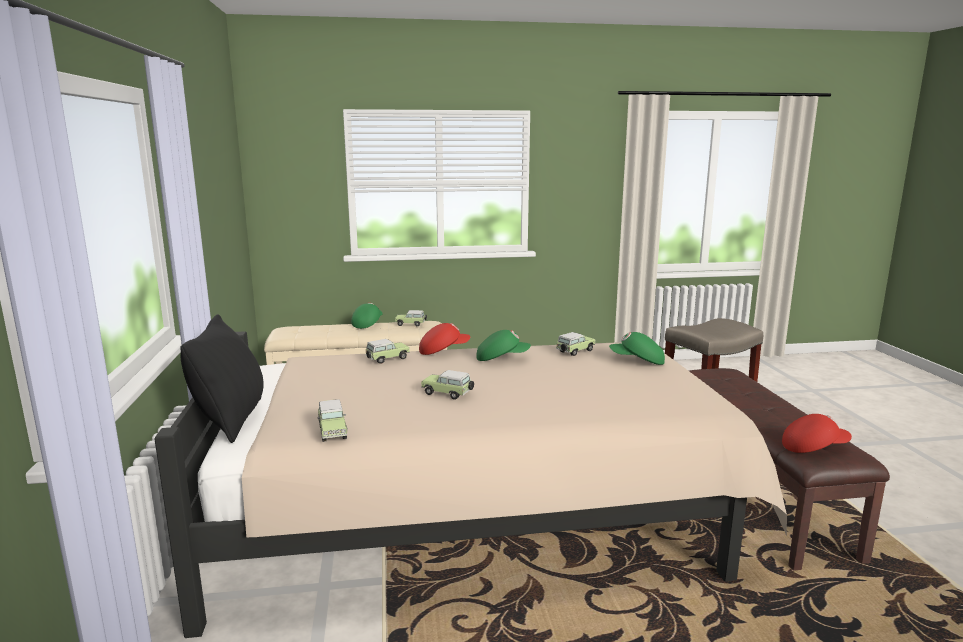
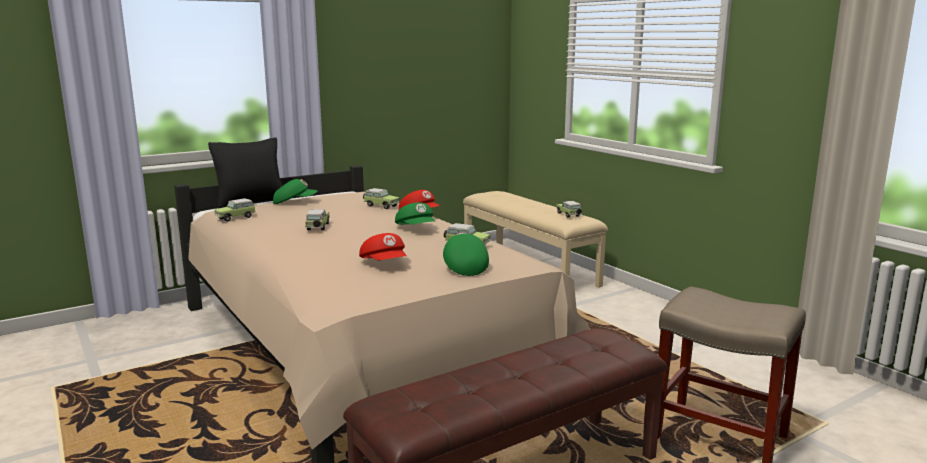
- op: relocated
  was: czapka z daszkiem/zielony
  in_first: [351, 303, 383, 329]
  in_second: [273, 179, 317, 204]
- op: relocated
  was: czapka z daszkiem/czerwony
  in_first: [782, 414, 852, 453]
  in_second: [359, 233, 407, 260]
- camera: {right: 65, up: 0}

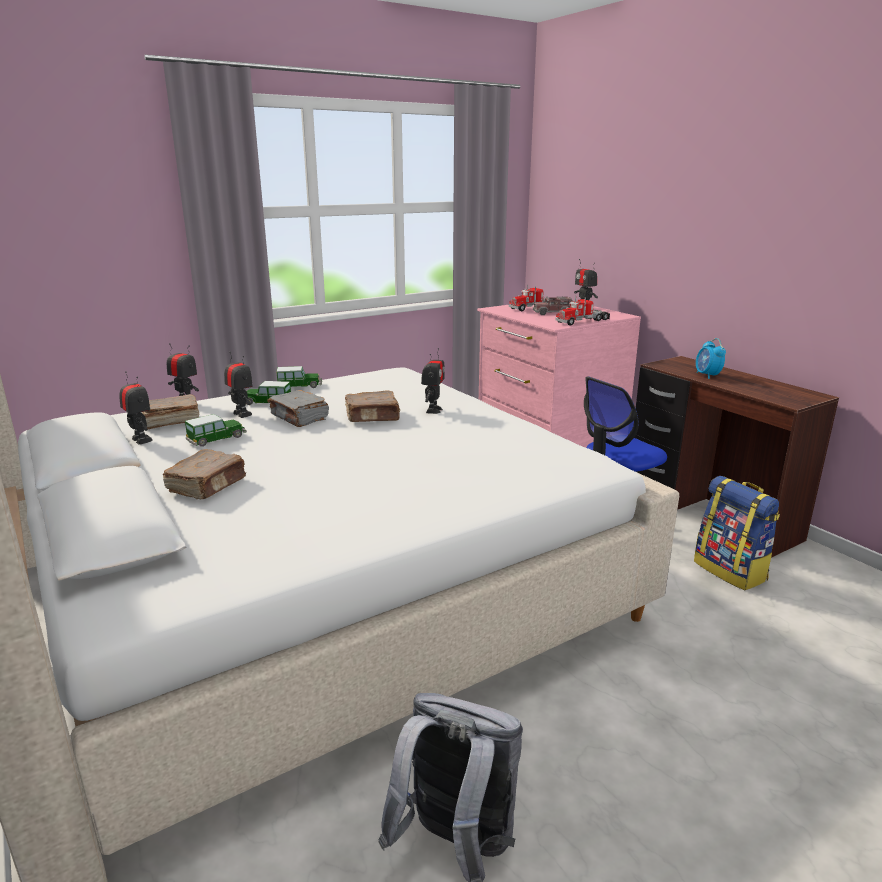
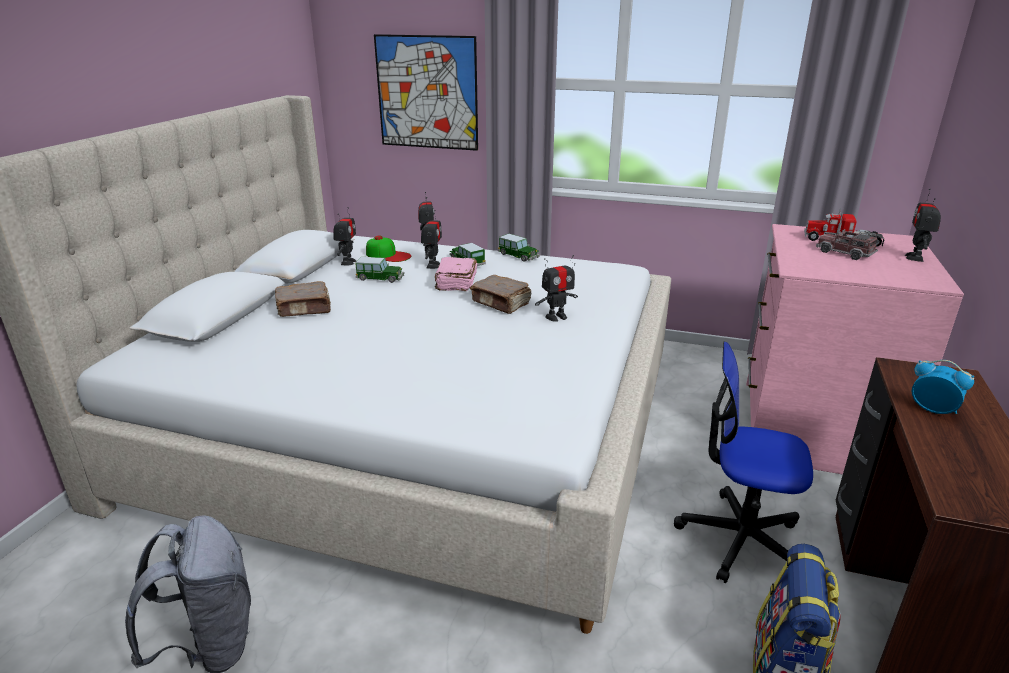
- op: exchanged
  was: książka/brązowy
  now: czapka z daszkiem
  in_first: [142, 394, 199, 429]
  in_second: [366, 236, 411, 262]
- op: appeared
  now: obraz
  in_second: [374, 34, 478, 151]
- op: colour
  was: książka/szary
  now: książka/różowy
  in_first: [267, 390, 329, 427]
  in_second: [435, 257, 477, 291]
- op: spun
  was: budzik
  in_first: [696, 338, 726, 379]
  in_second: [912, 360, 974, 414]
  clockwise: 90
- op: missing
  was: ciężarówka zabawkowa
  in_first: [555, 296, 610, 326]
- camera: {right: 50, up: 5}

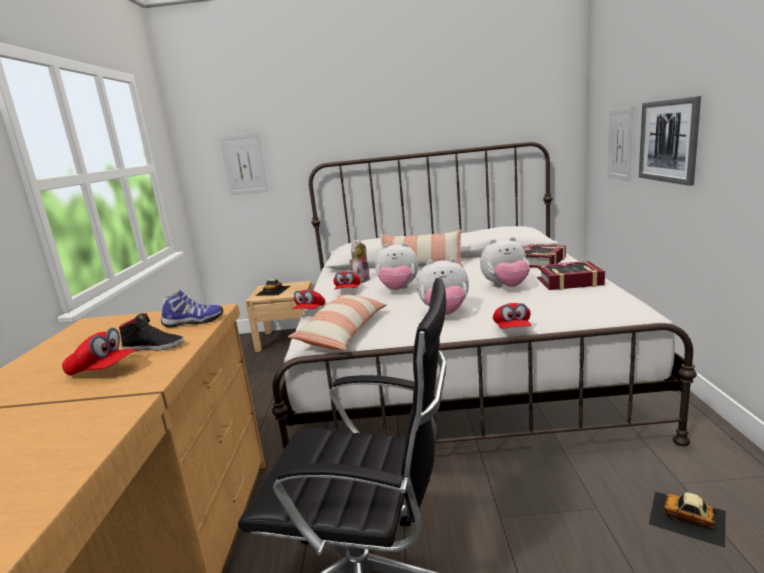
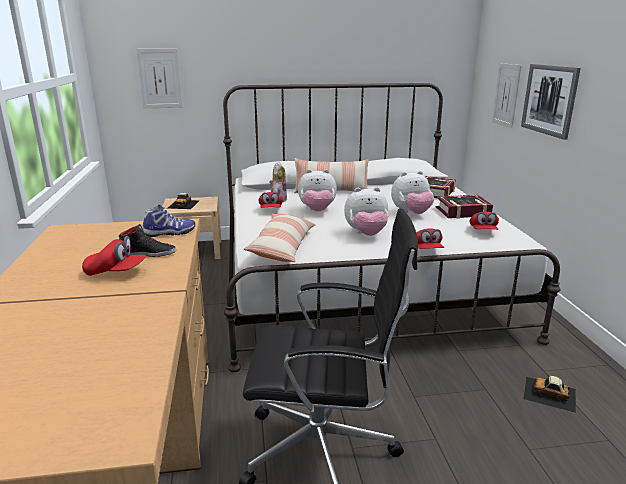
- op: relocated
  was: czapka z daszkiem/czerwony
  in_first: [292, 290, 325, 309]
  in_second: [470, 212, 499, 230]
- camera: {right: -10, up: 5}

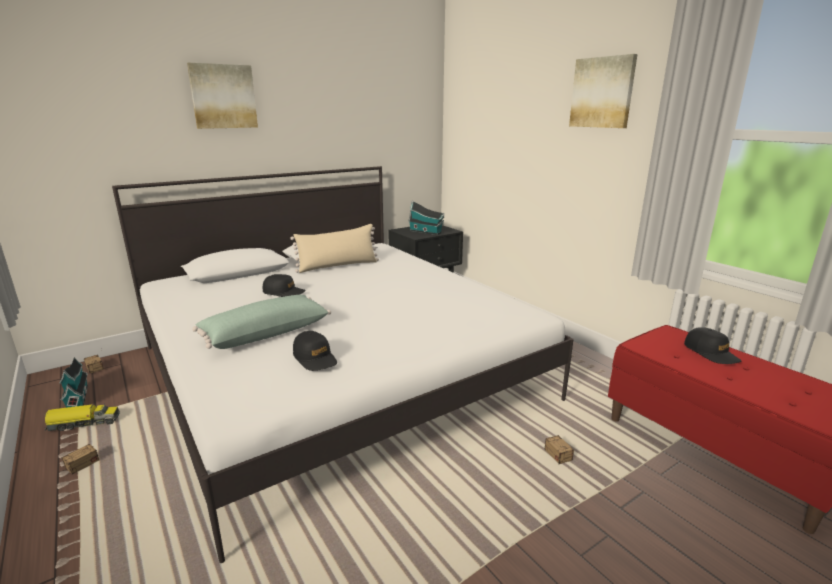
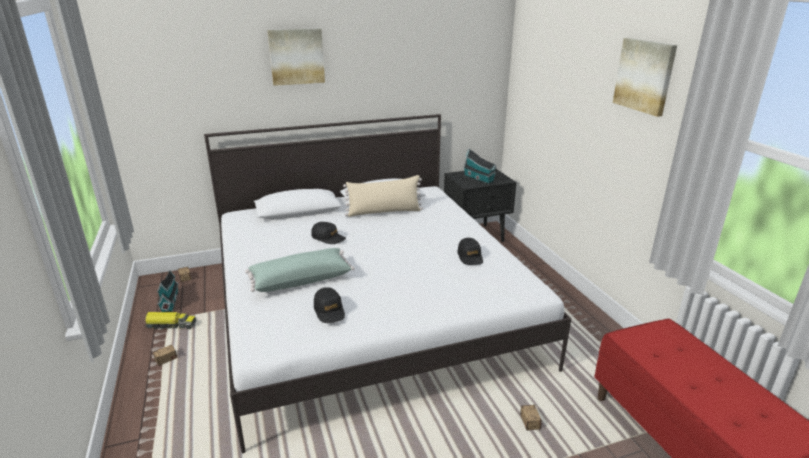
- op: relocated
  was: czapka z daszkiem/czarny
  in_first: [684, 327, 741, 364]
  in_second: [457, 238, 483, 265]
- camera: {right: 15, up: 5}

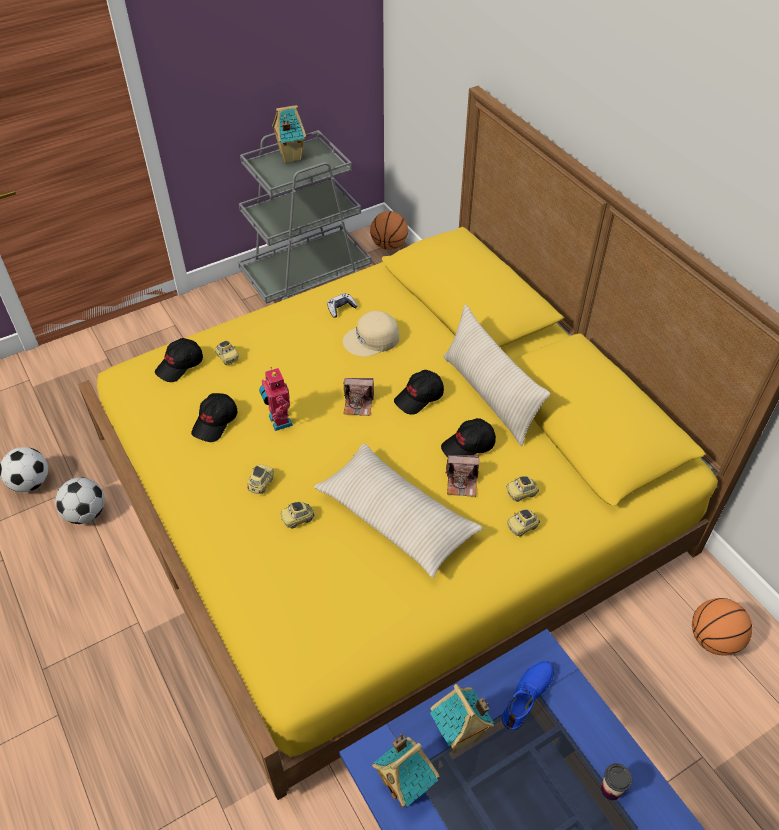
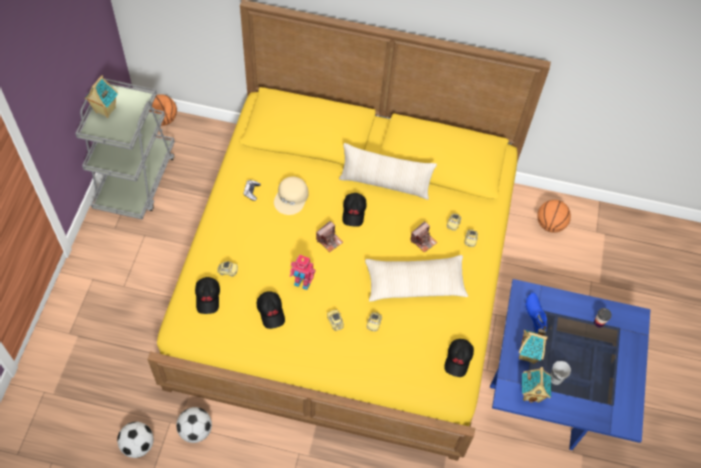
- op: relocated
  was: czapka z daszkiem/czarny
  in_first: [441, 418, 496, 458]
  in_second: [444, 339, 474, 377]
- op: appeared
  now: filiżanka
  in_second: [550, 361, 571, 385]
- camera: {right: -50, up: 10}

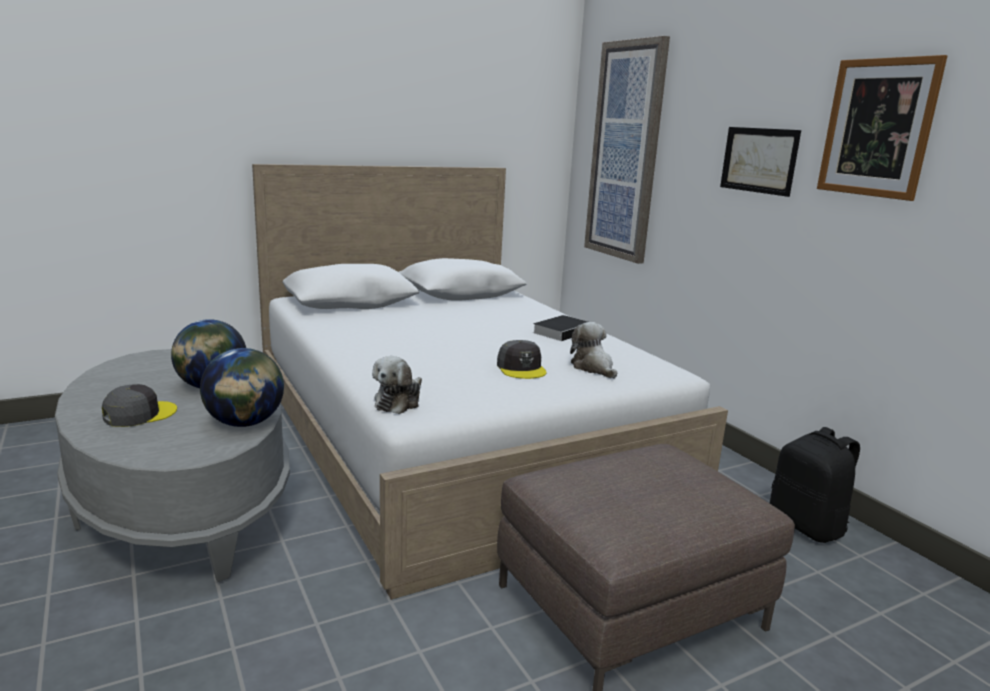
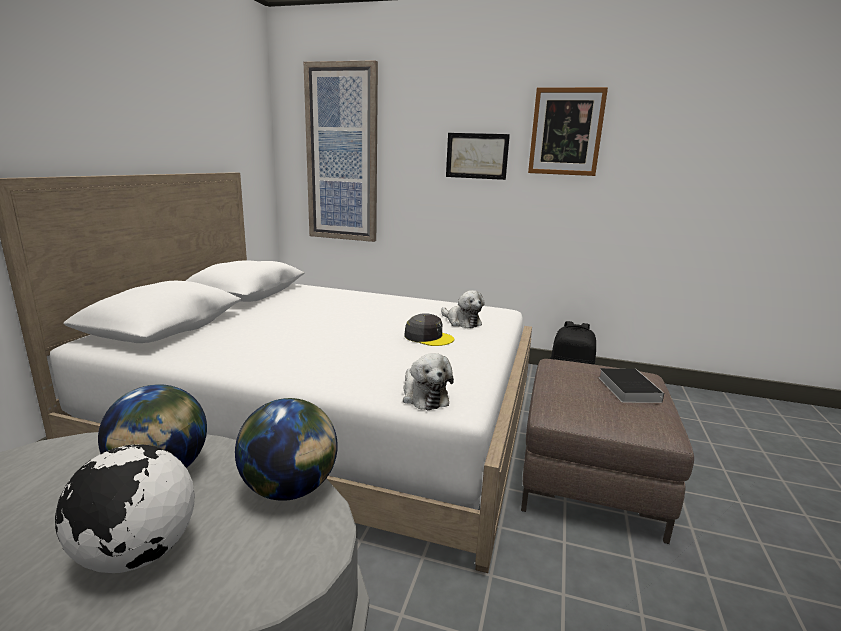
- op: exchanged
  was: czapka z daszkiem/szary
  now: globus
  in_first: [102, 384, 177, 427]
  in_second: [55, 444, 195, 573]
- op: spun
  was: pluszak
  in_first: [570, 322, 617, 379]
  in_second: [441, 290, 485, 328]
  clockwise: -150
- op: relocated
  was: książka
  in_first: [533, 315, 588, 341]
  in_second: [599, 368, 664, 403]
- camera: {right: -45, up: 0}

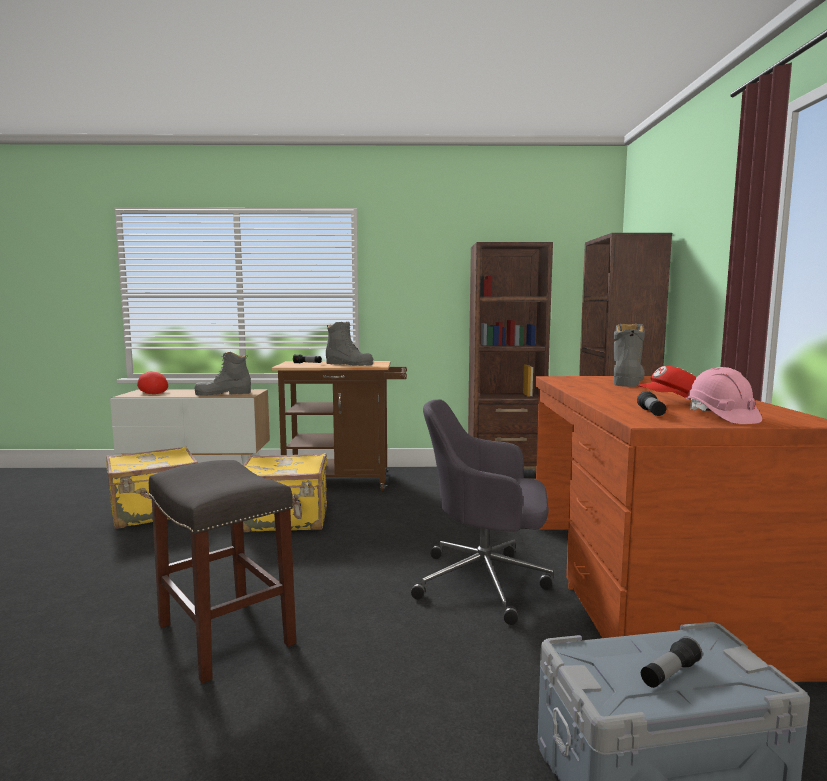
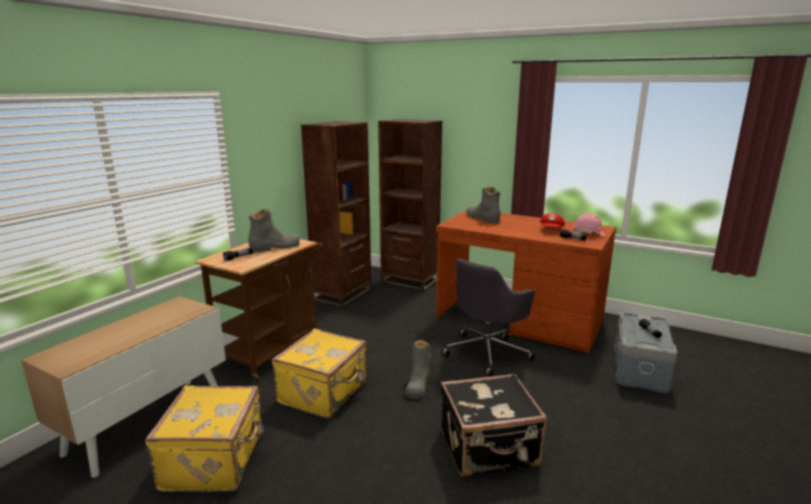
- op: relocated
  was: but z cholewką/szary
  in_first: [194, 352, 251, 395]
  in_second: [405, 340, 431, 399]
- op: exchanged
  was: stołek/szary
  now: walizka/czarny
  in_first: [148, 460, 296, 684]
  in_second: [441, 373, 547, 477]
- op: missing
  was: czapka z daszkiem/czerwony
  in_first: [137, 371, 168, 394]
- camera: {right: -60, up: 10}

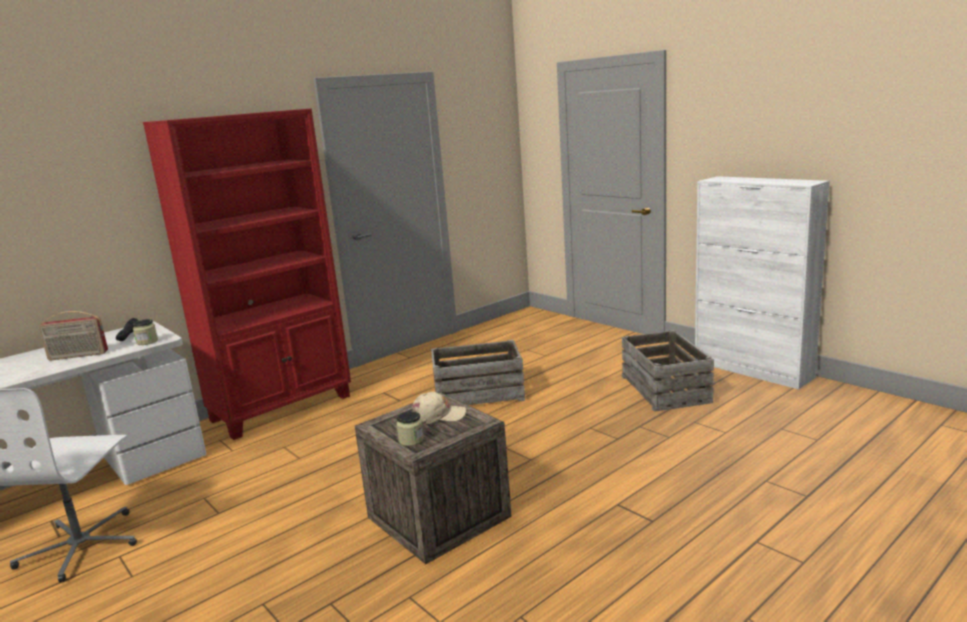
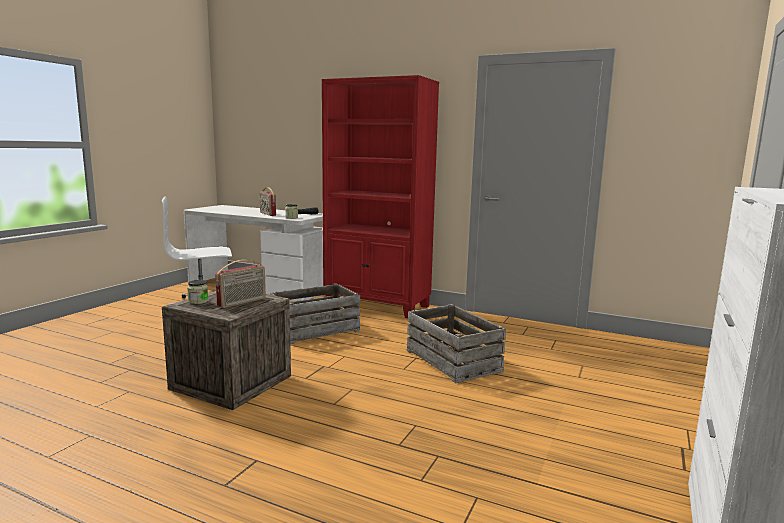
- op: exchanged
  was: czapka z daszkiem/beżowy
  now: radio
  in_first: [411, 392, 466, 424]
  in_second: [215, 260, 266, 308]
- op: relocated
  was: skrzynka
  in_first: [622, 330, 714, 412]
  in_second: [270, 284, 360, 345]
- camera: {right: 65, up: -5}

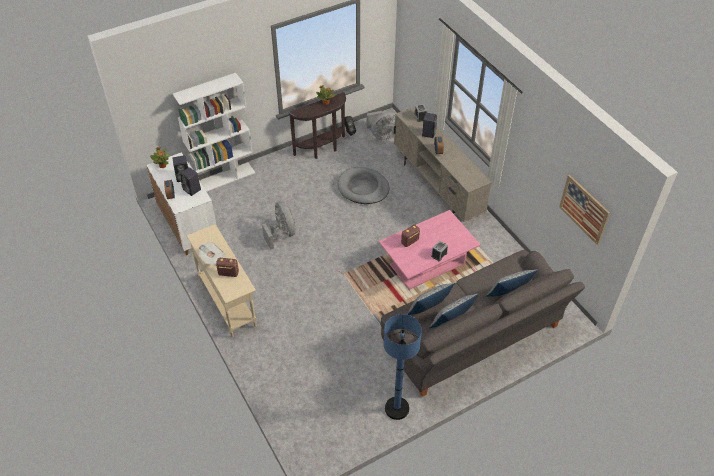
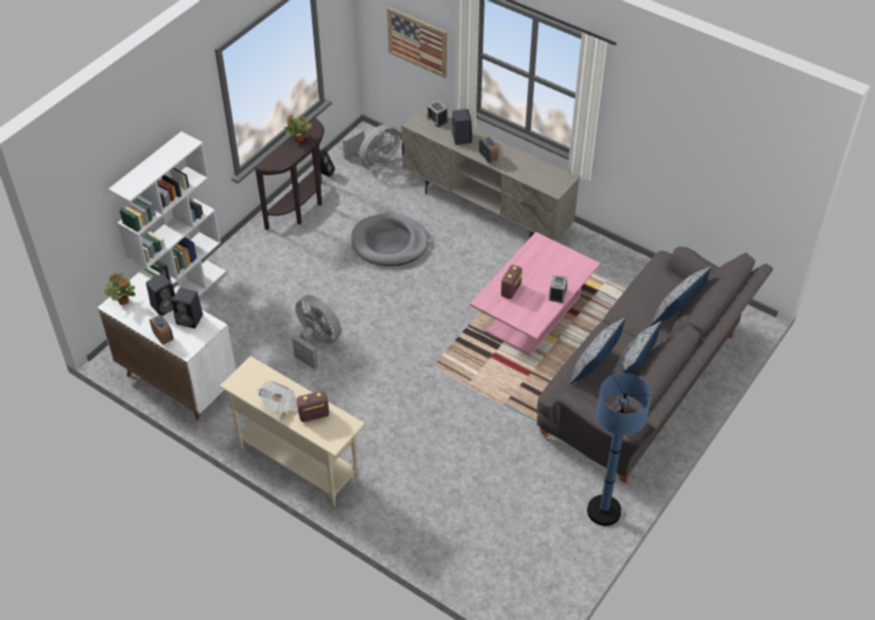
- op: relocated
  was: obraz
  in_first: [559, 175, 610, 245]
  in_second: [387, 7, 447, 78]
- camera: {right: -25, up: 0}

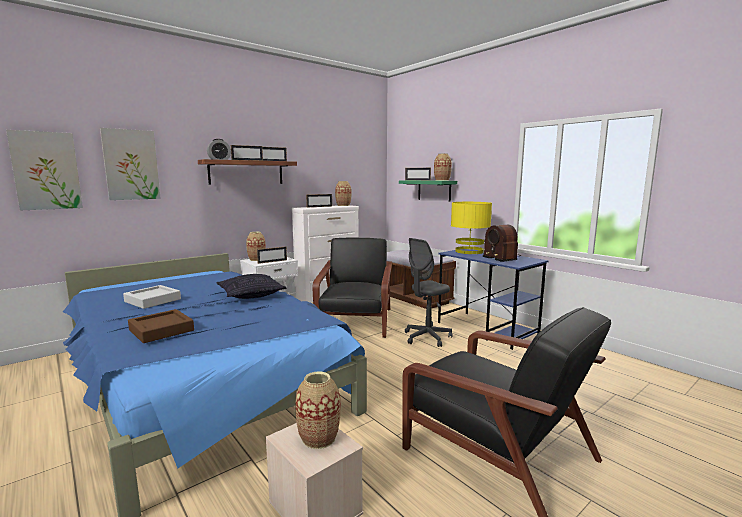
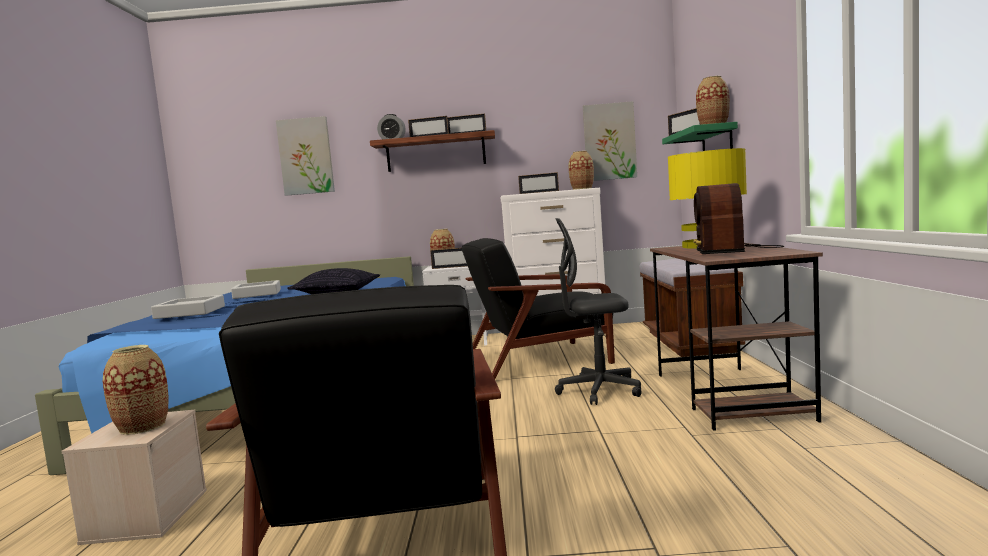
- op: colour
  was: taca/brązowy
  now: taca/szary
  in_first: [128, 309, 194, 343]
  in_second: [151, 295, 225, 319]
- op: spun
  was: fotel/czarny
  in_first: [312, 238, 392, 338]
  in_second: [462, 238, 615, 379]
  clockwise: -150
- op: relocated
  was: obraz
  in_first: [6, 130, 83, 210]
  in_second: [583, 101, 637, 181]
- op: colour
  was: biurko/niebieski
  now: biurko/brązowy
  in_first: [438, 249, 549, 350]
  in_second: [650, 243, 823, 431]
- camera: {right: 40, up: -5}

